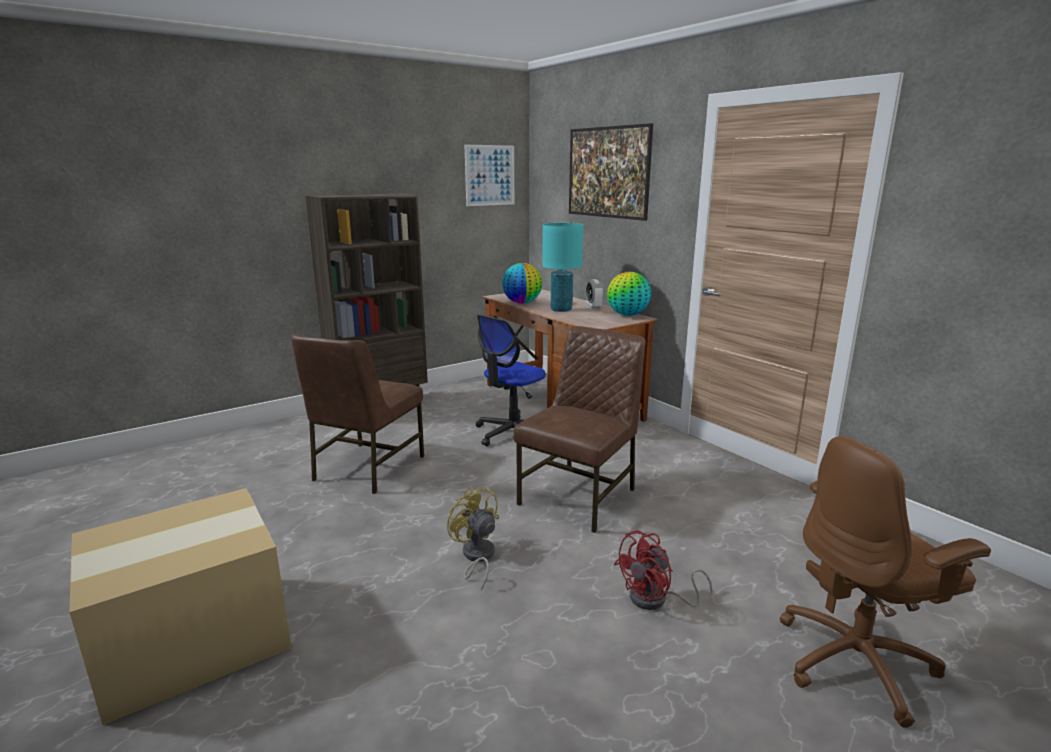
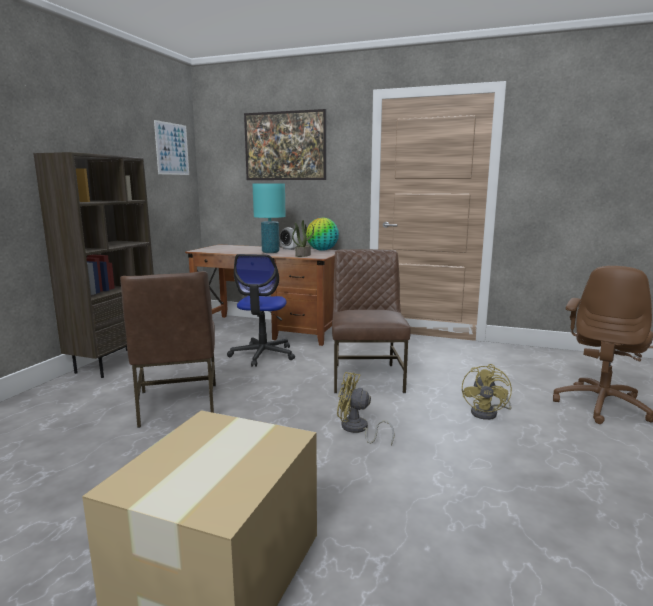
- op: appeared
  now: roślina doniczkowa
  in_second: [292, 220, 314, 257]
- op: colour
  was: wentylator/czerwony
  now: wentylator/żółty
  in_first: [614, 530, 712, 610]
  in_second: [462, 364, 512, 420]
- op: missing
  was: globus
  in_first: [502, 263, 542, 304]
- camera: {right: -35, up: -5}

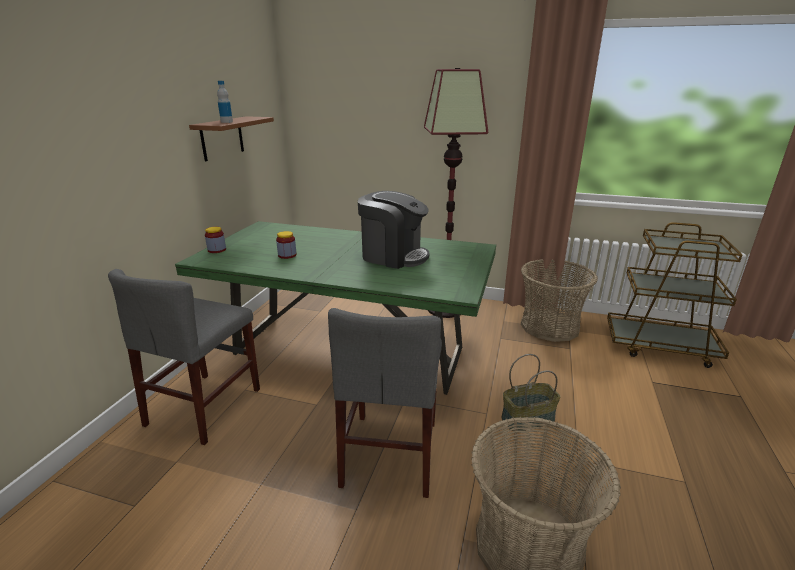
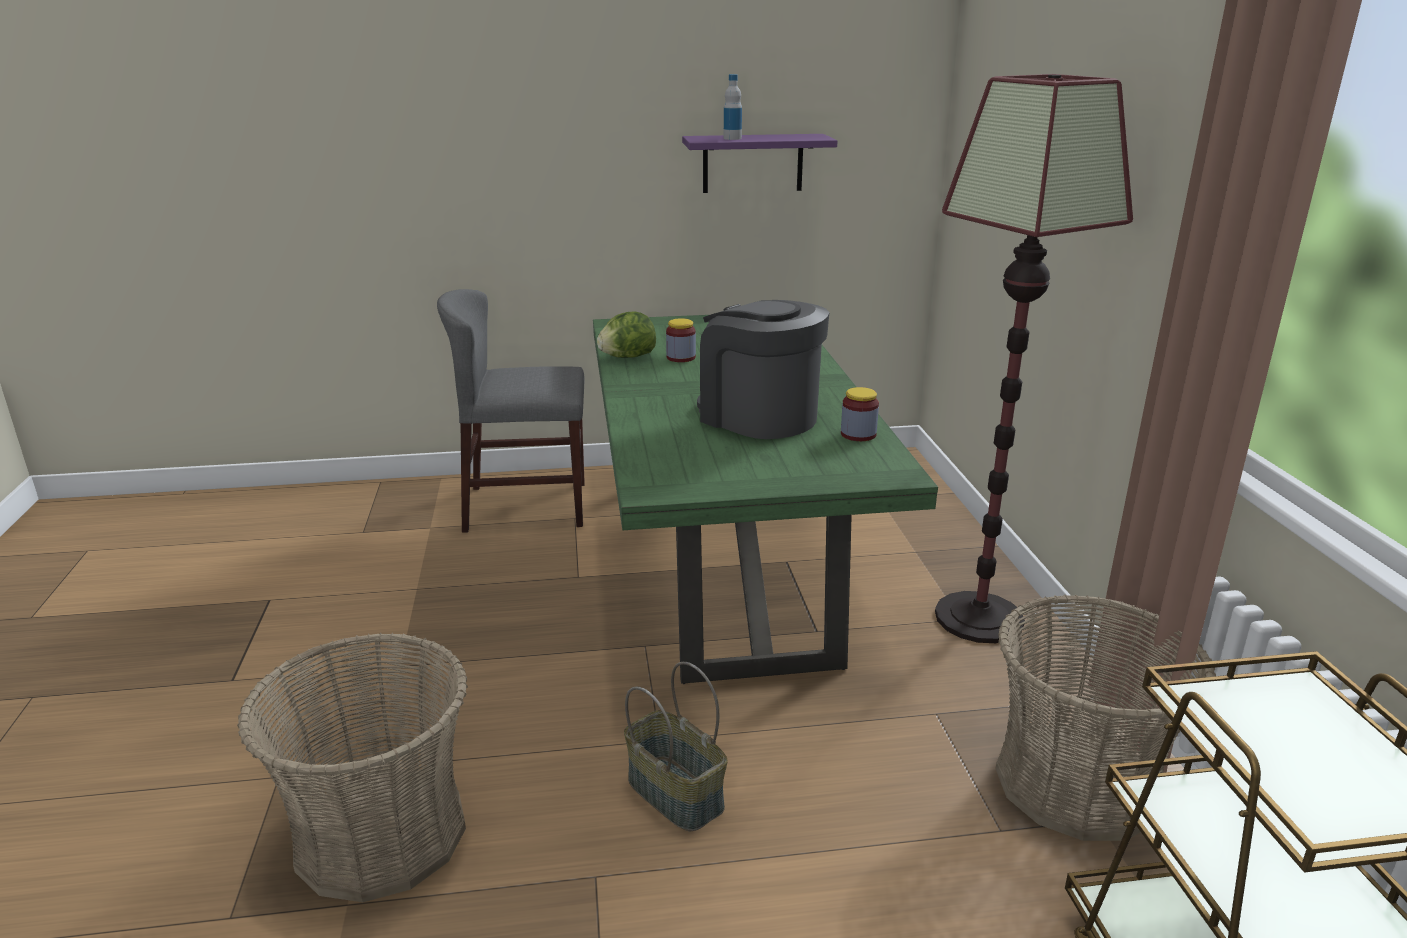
- op: appeared
  now: sałata
  in_second: [597, 312, 656, 358]
- op: colour
  was: półka/brązowy
  now: półka/fioletowy
  in_first: [189, 116, 274, 161]
  in_second: [682, 134, 838, 193]
- op: spun
  was: ekspres do kawy
  in_first: [358, 191, 429, 269]
  in_second: [697, 300, 829, 439]
  clockwise: 135
- op: relocated
  was: słoik
  in_first: [205, 227, 226, 253]
  in_second: [841, 387, 879, 441]
- op: missing
  was: krzesło/szary
  in_first: [328, 308, 442, 498]
- camera: {right: 65, up: 0}

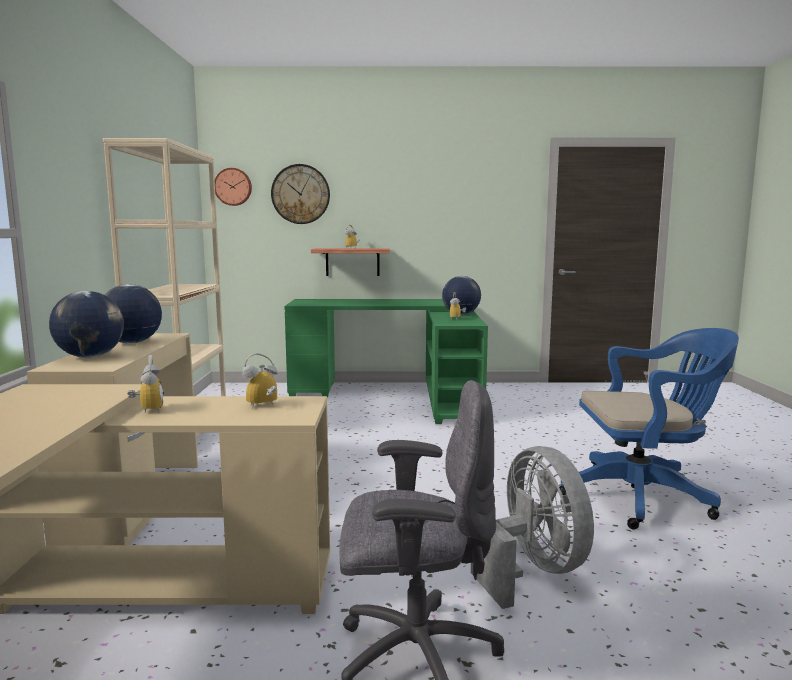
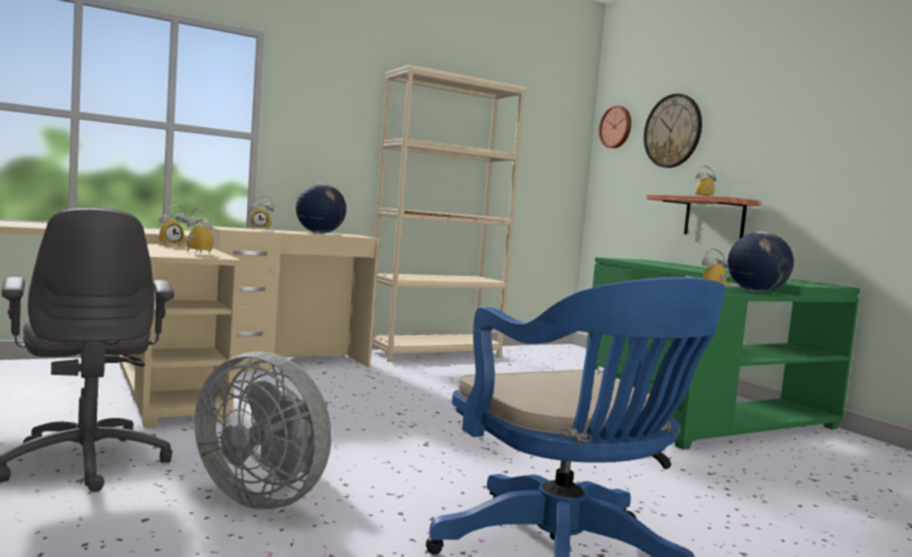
- op: spun
  was: wentylator/szary
  in_first: [471, 446, 594, 609]
  in_second: [194, 352, 331, 510]
  clockwise: 75
- op: exchanged
  was: globus
  now: budzik
  in_first: [49, 291, 124, 358]
  in_second: [250, 196, 274, 230]
- camera: {right: 60, up: -5}

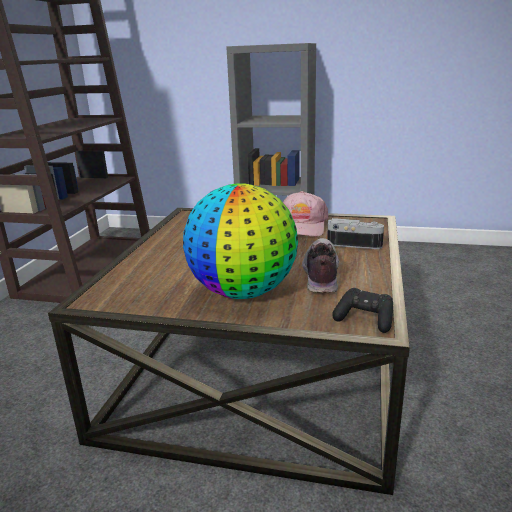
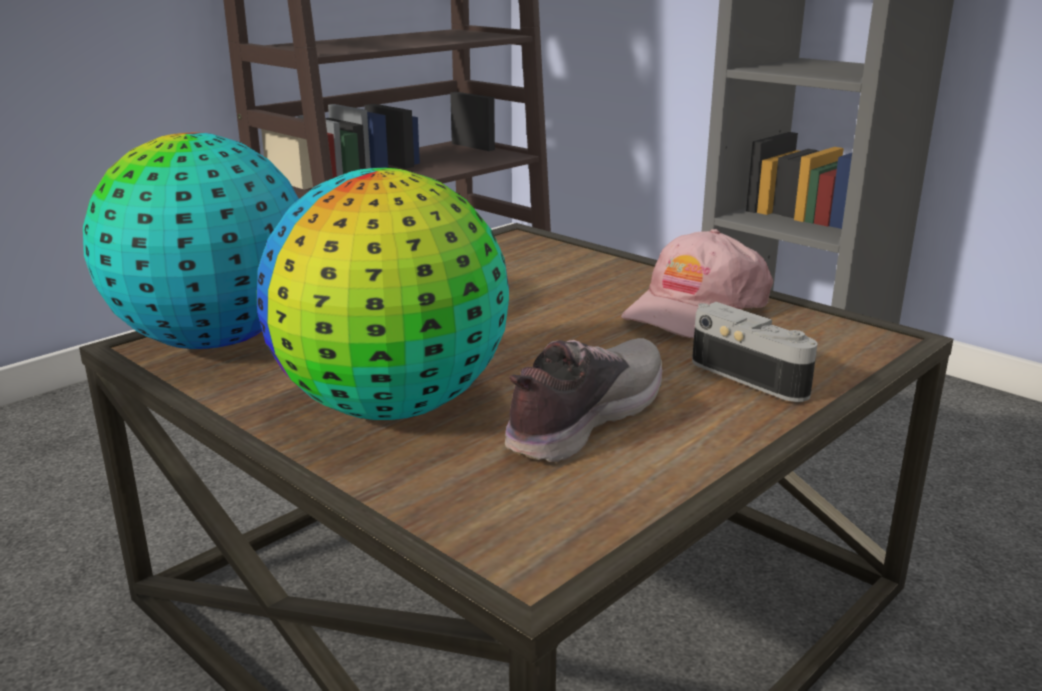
- op: appeared
  now: globus
  in_second: [83, 133, 299, 349]
- op: missing
  was: pad do gier/czarny
  in_first: [332, 288, 393, 333]
- camera: {right: 30, up: 0}

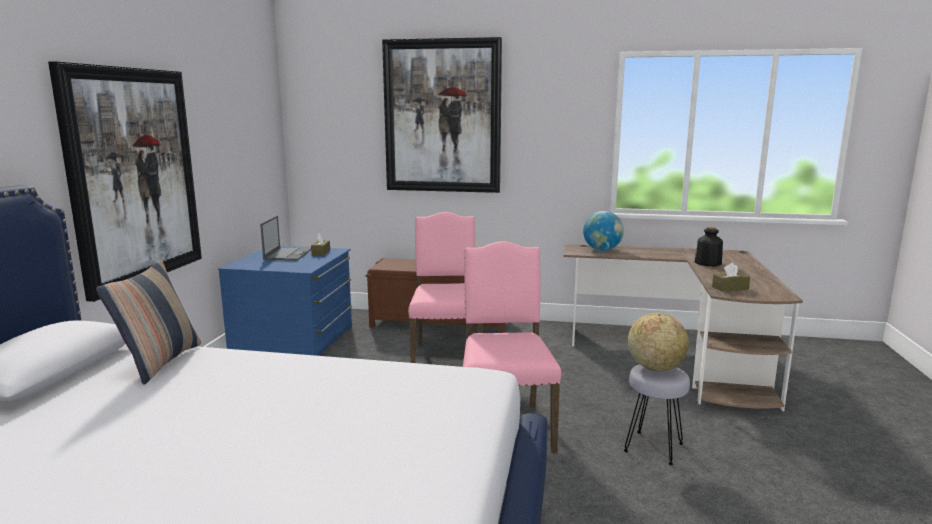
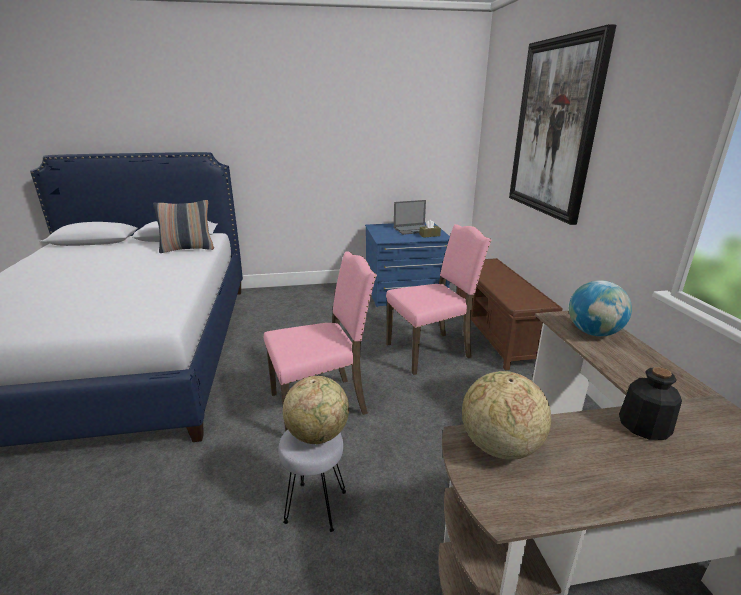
- op: exchanged
  was: pudełko chusteczek/brązowy
  now: globus
  in_first: [712, 263, 750, 292]
  in_second: [462, 371, 551, 460]
- op: missing
  was: obraz
  in_first: [48, 61, 202, 302]
- camera: {right: 70, up: 10}

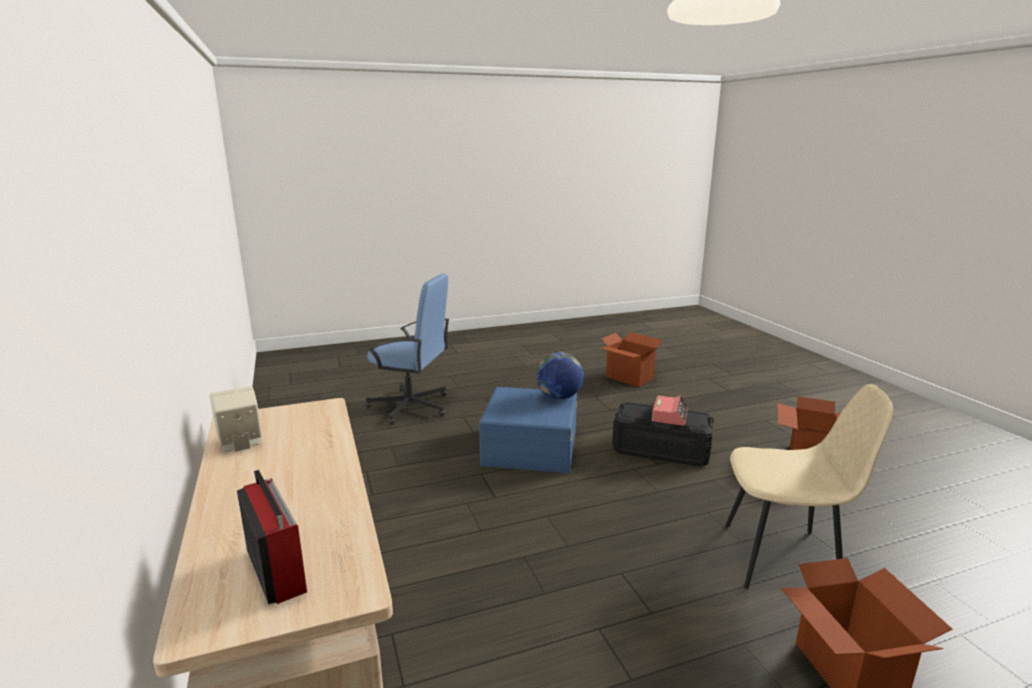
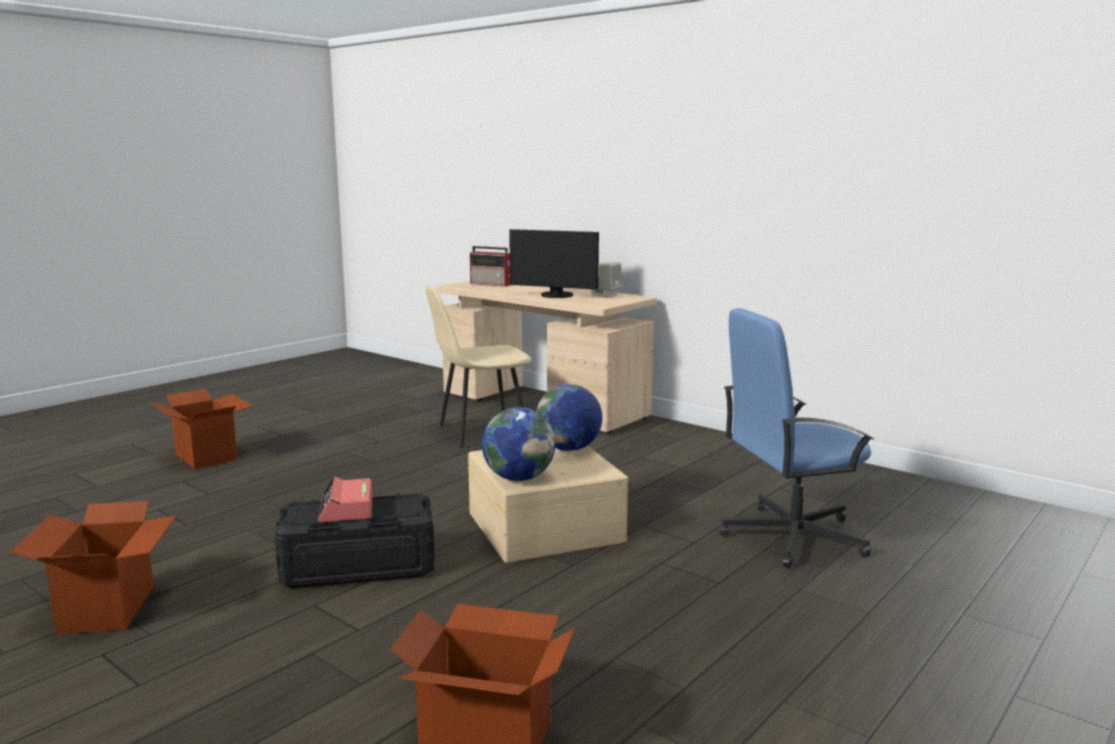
- op: relocated
  was: krzesło/beżowy
  in_first: [725, 384, 893, 589]
  in_second: [426, 286, 531, 448]
- op: colour
  was: pojemnik do przechowywania/niebieski
  now: pojemnik do przechowywania/beżowy
  in_first: [479, 387, 577, 473]
  in_second: [468, 445, 628, 563]
- op: appeared
  now: monitor
  in_second: [509, 229, 599, 298]
- op: appeared
  now: globus
  in_second: [536, 384, 602, 451]
- camera: {right: 150, up: -5}

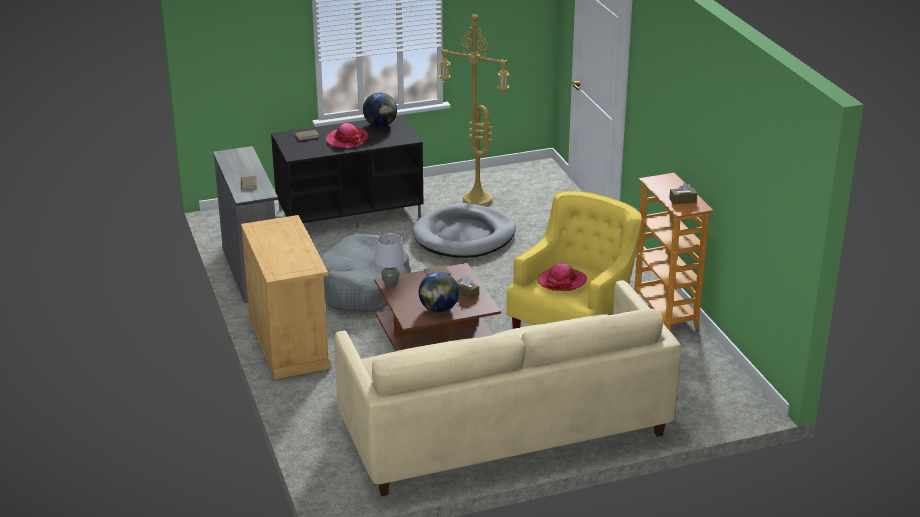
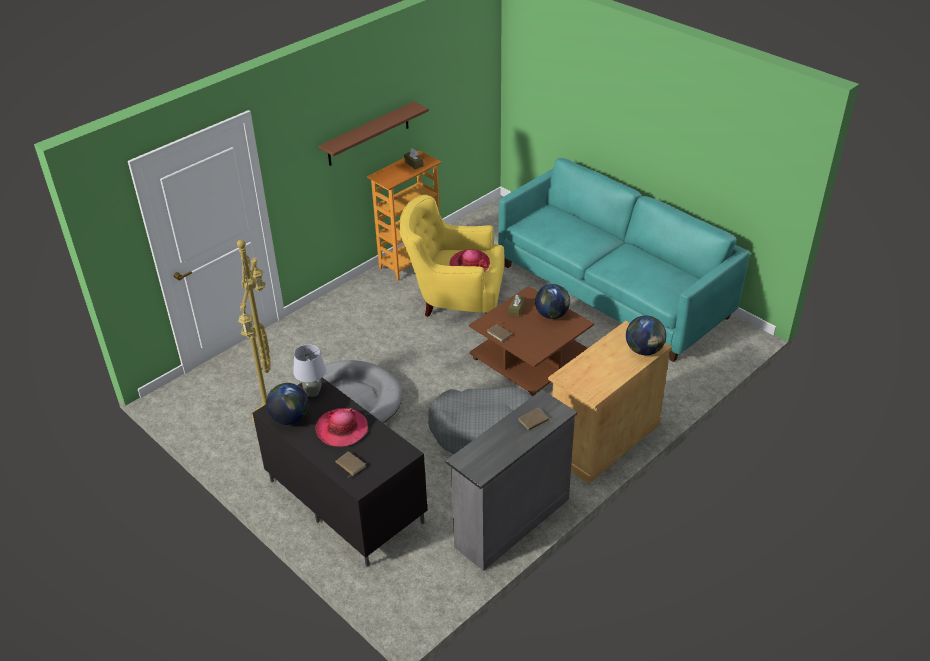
- op: relocated
  was: lampa stołowa/szary
  in_first: [374, 233, 406, 288]
  in_second: [293, 344, 326, 397]
- op: appeared
  now: półka/brązowy
  in_second: [319, 102, 429, 166]
- op: colour
  was: kanapa/beżowy
  now: kanapa/turkusowy
  in_first: [335, 280, 681, 496]
  in_second: [498, 158, 749, 362]
- op: appeared
  now: globus
  in_second: [626, 316, 666, 355]
- camera: {right: -115, up: 10}

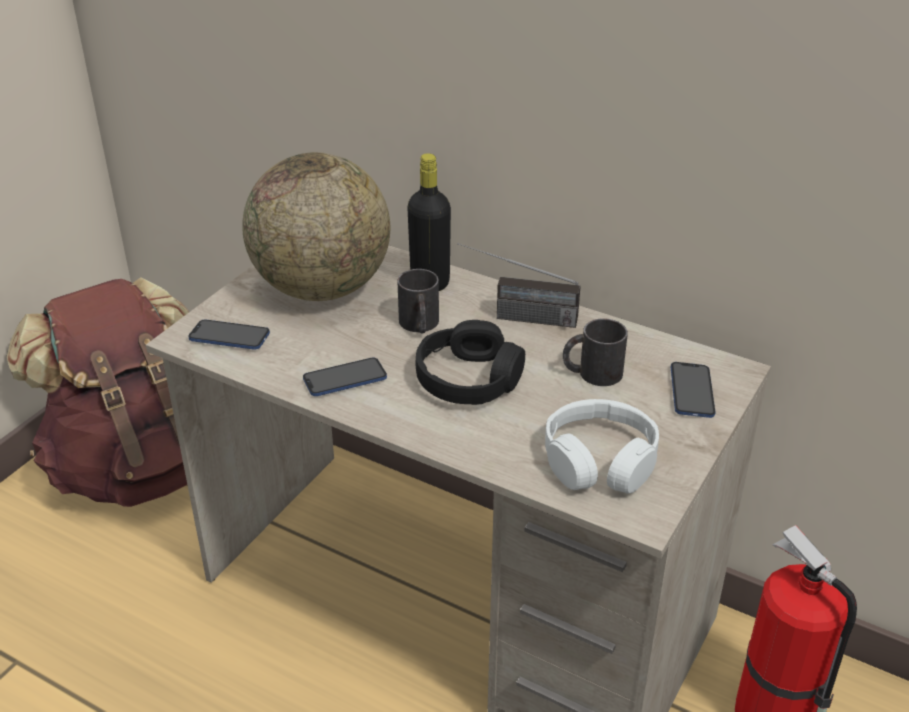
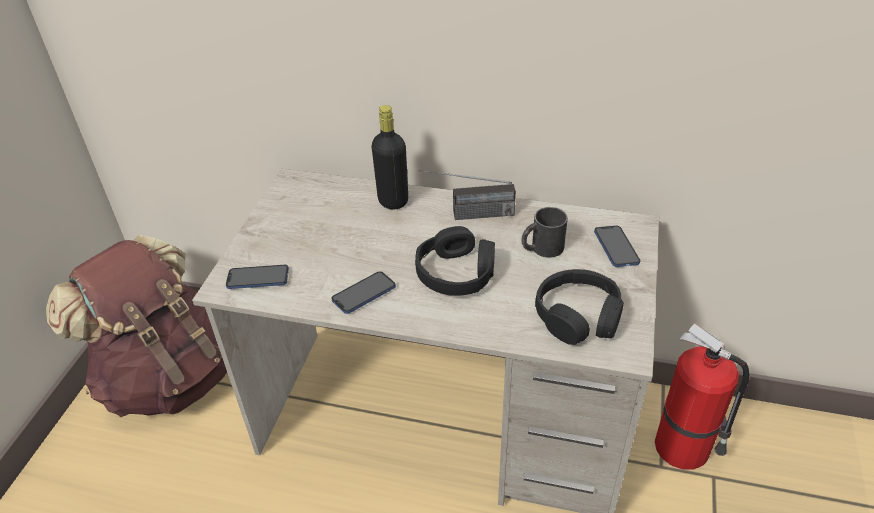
- op: colour
  was: słuchawki/biały
  now: słuchawki/czarny
  in_first: [545, 399, 659, 494]
  in_second: [535, 269, 624, 345]
- op: missing
  was: globus
  in_first: [242, 152, 390, 301]
- op: missing
  was: kubek/czarny
  in_first: [397, 269, 439, 334]
- camera: {right: -15, up: 5}

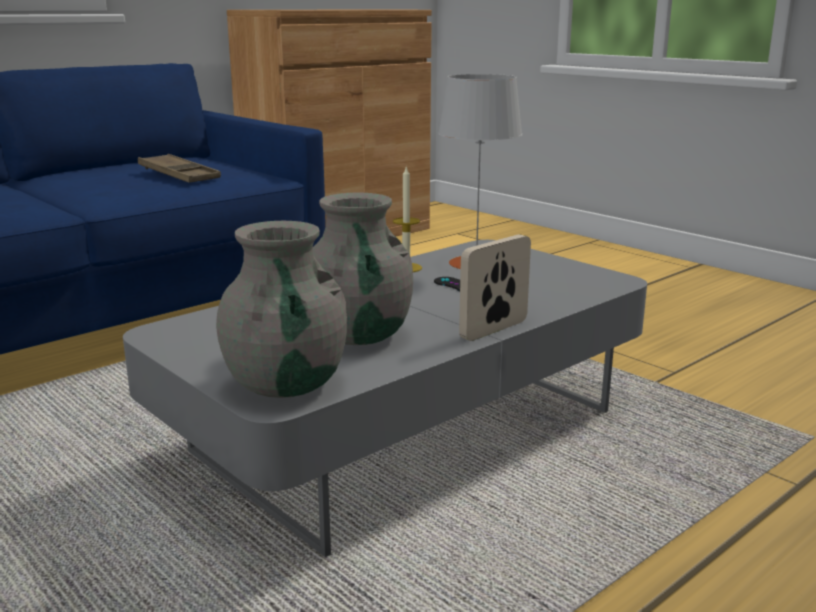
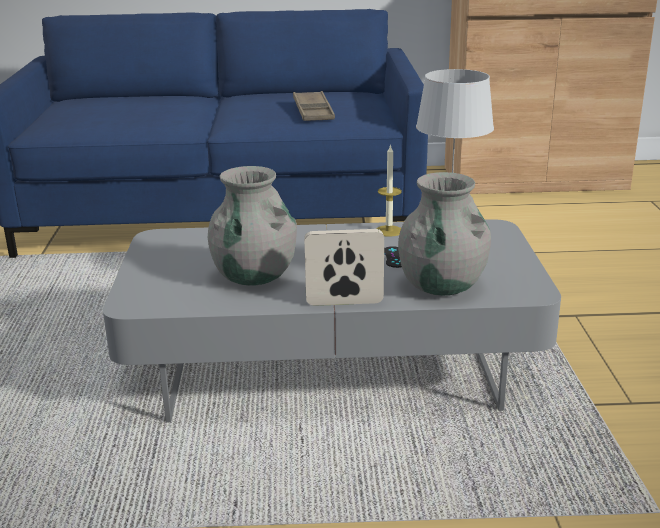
- op: relocated
  was: wazon/szary
  in_first: [216, 221, 347, 398]
  in_second: [398, 172, 491, 296]
- camera: {right: 40, up: 5}

